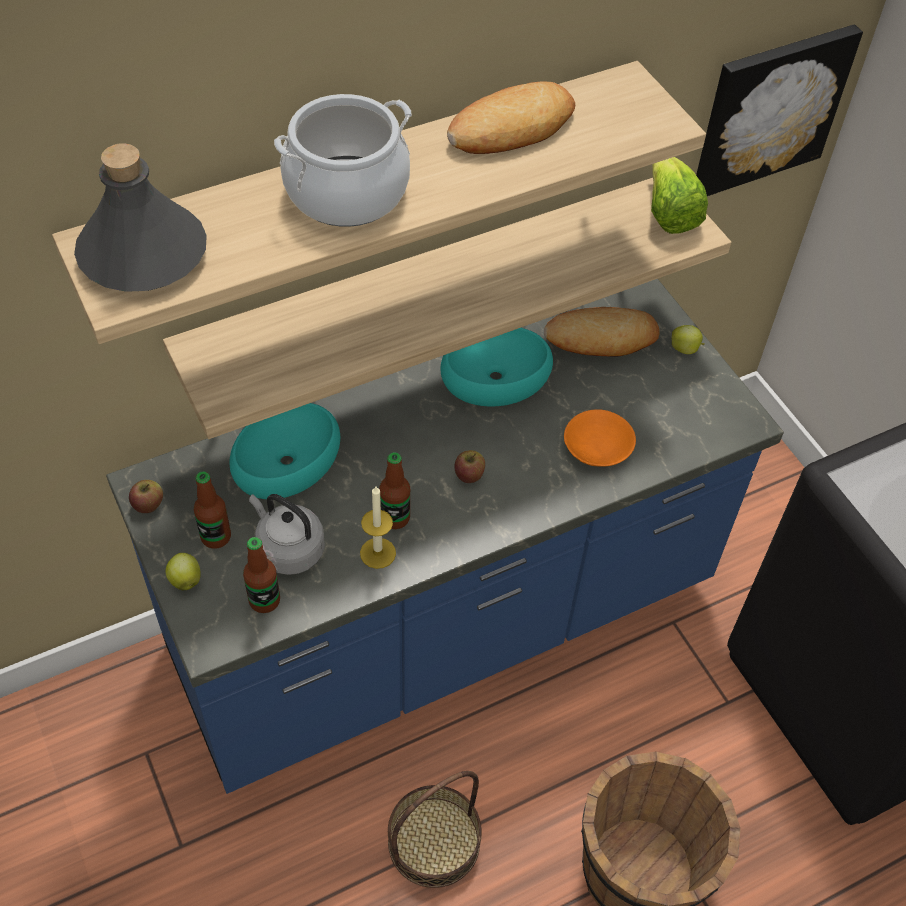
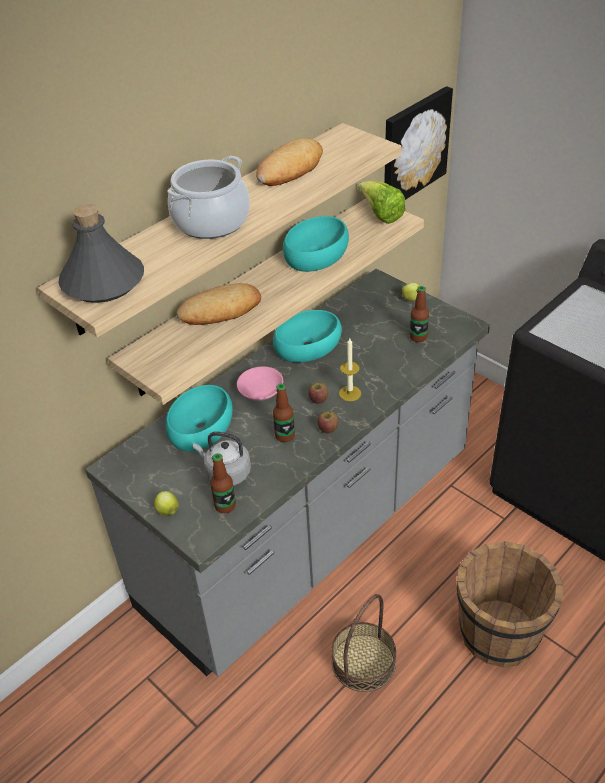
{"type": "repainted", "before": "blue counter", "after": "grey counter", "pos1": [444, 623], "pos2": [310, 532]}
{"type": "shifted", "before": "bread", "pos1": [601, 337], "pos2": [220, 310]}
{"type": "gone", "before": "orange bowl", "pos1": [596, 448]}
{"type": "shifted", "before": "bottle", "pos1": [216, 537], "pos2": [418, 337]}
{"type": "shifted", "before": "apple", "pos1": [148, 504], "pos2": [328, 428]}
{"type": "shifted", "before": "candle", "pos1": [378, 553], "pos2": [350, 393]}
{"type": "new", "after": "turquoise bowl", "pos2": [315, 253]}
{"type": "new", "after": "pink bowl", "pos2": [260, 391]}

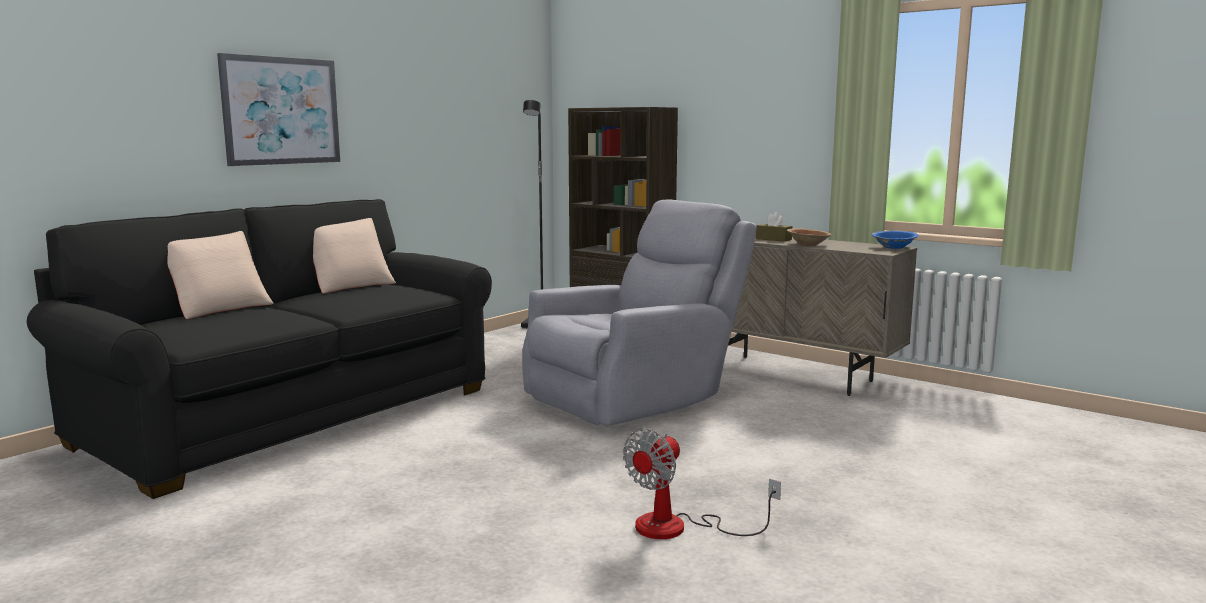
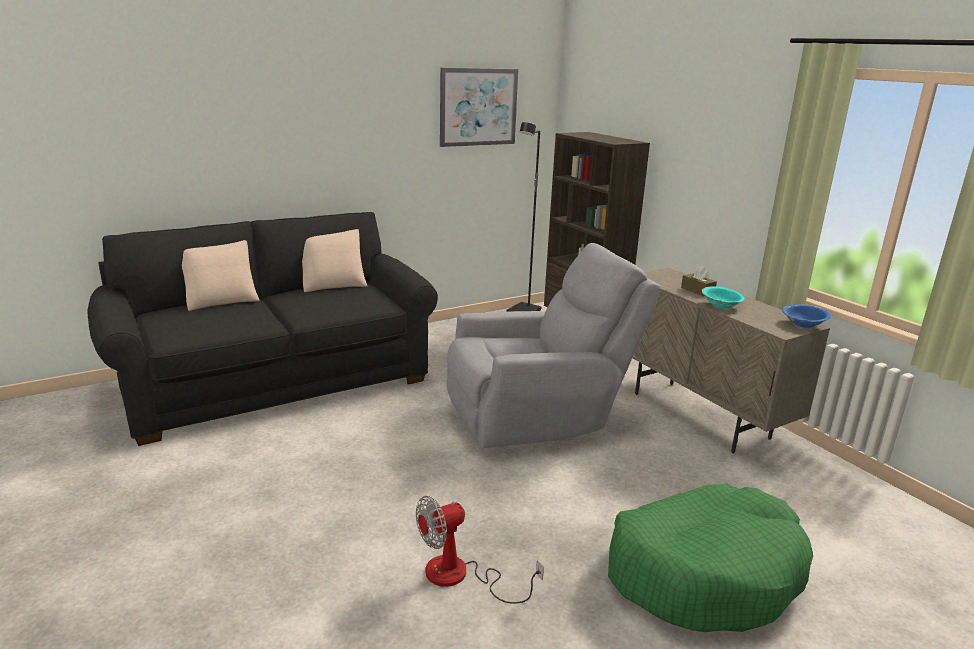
{"type": "shifted", "before": "picture", "pos1": [281, 111], "pos2": [478, 107]}
{"type": "repainted", "before": "brown bowl", "after": "turquoise bowl", "pos1": [808, 244], "pos2": [720, 305]}
{"type": "new", "after": "green dog bed", "pos2": [704, 572]}

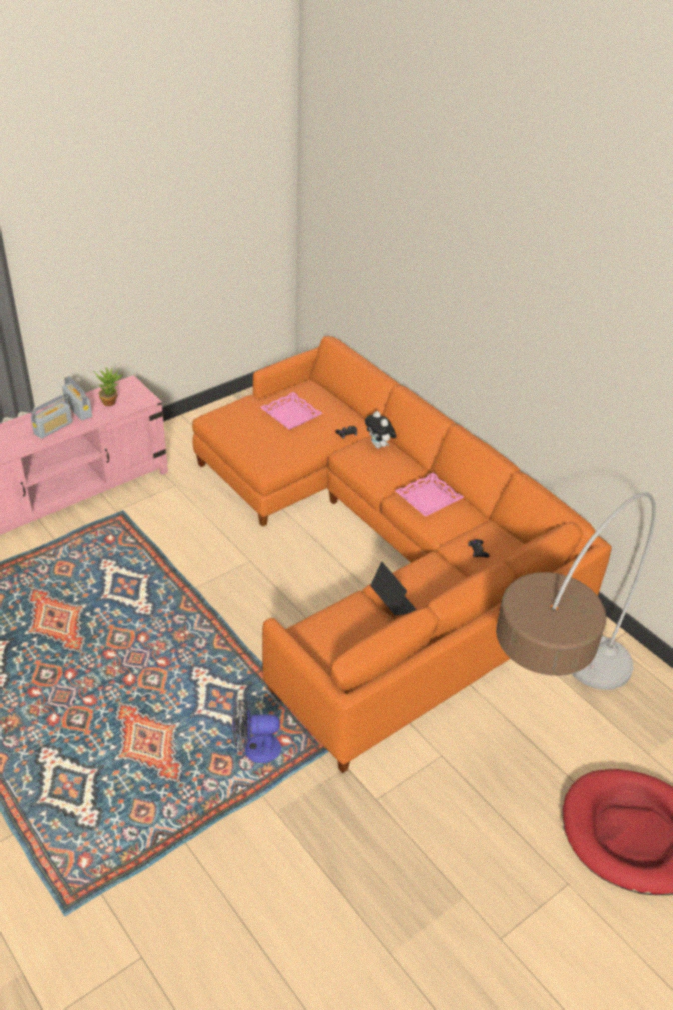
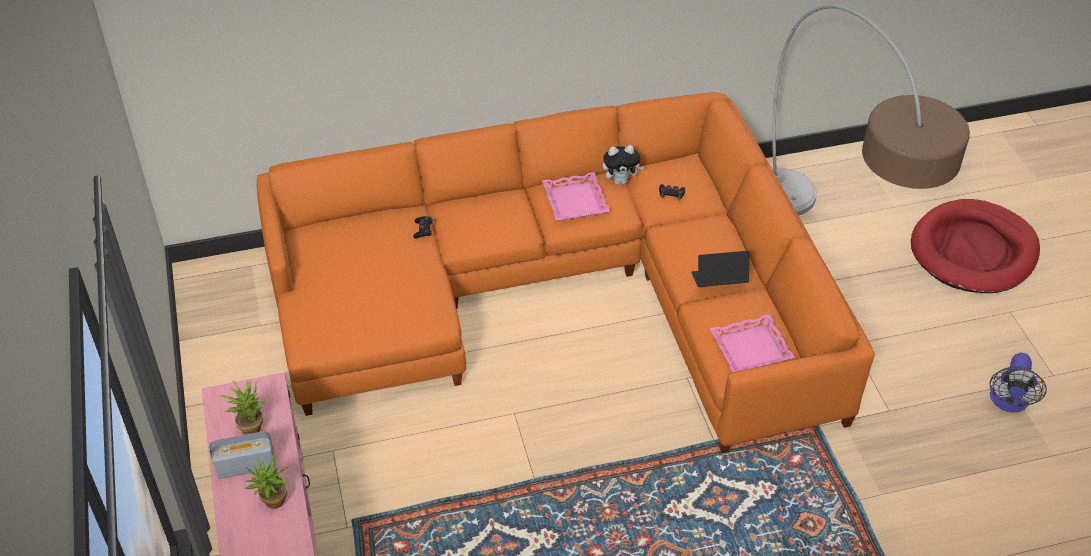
{"type": "shifted", "before": "pink tray", "pos1": [290, 415], "pos2": [751, 349]}
{"type": "swapped", "before": "radio", "after": "potted plant", "pos1": [53, 428], "pos2": [273, 504]}
{"type": "shifted", "before": "plush toy", "pos1": [379, 446], "pos2": [621, 181]}
{"type": "shifted", "before": "fan", "pos1": [255, 749], "pos2": [1008, 403]}

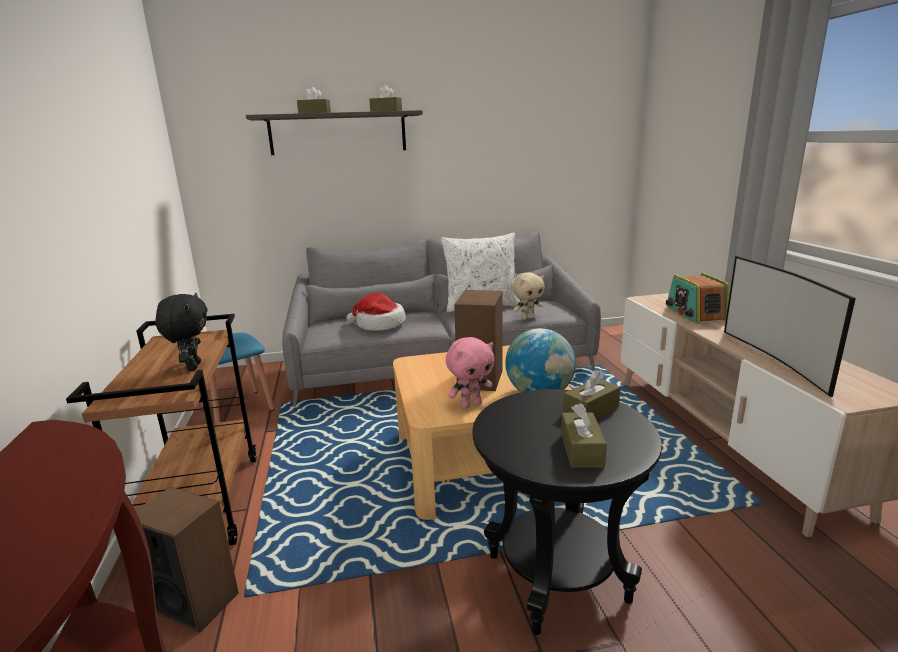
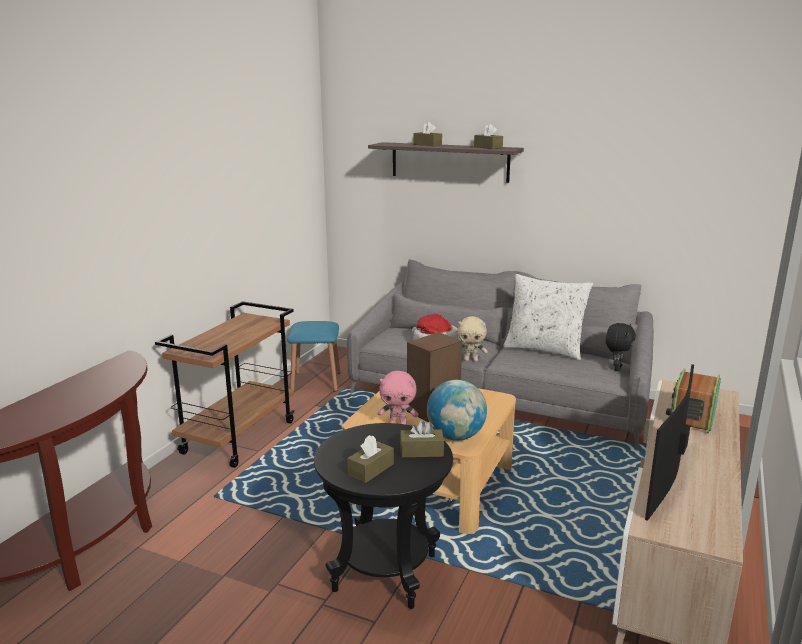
{"type": "shifted", "before": "beige plush toy", "pos1": [527, 318], "pos2": [471, 360]}
{"type": "shifted", "before": "black plush toy", "pos1": [192, 367], "pos2": [616, 368]}
{"type": "gone", "before": "speaker", "pos1": [196, 601]}

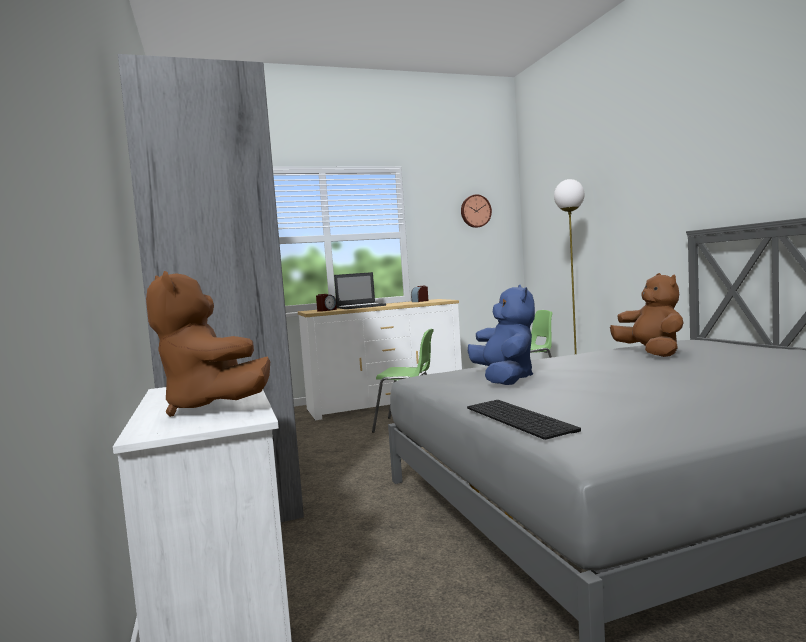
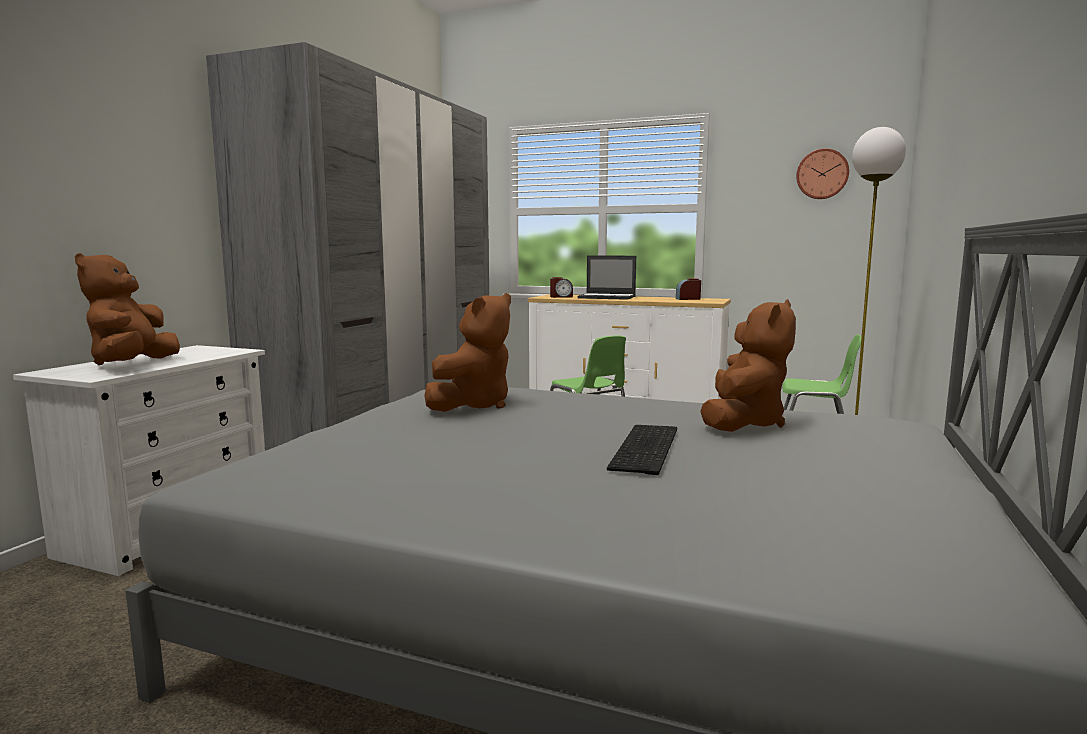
{"type": "repainted", "before": "blue plush toy", "after": "brown plush toy", "pos1": [504, 379], "pos2": [474, 406]}
{"type": "shifted", "before": "keyboard", "pos1": [521, 418], "pos2": [648, 449]}

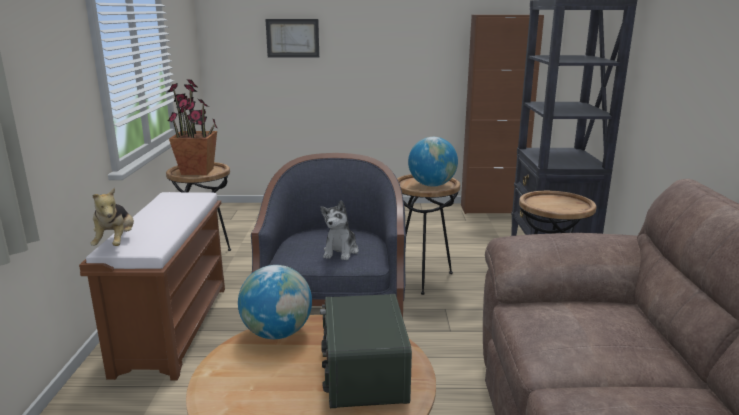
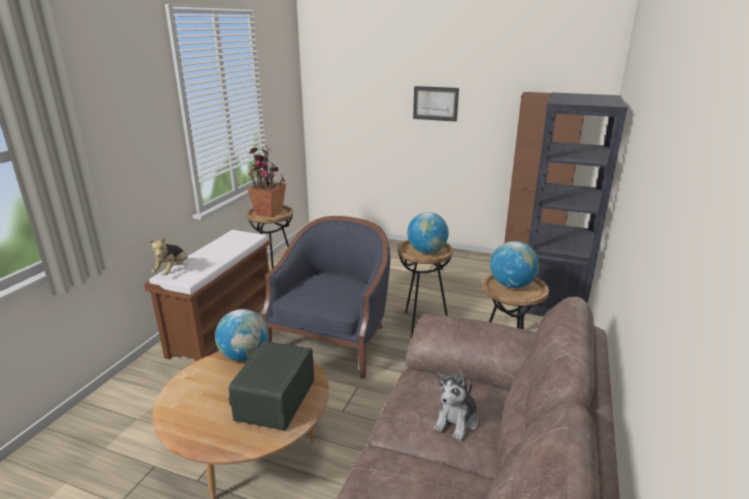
{"type": "shifted", "before": "picture", "pos1": [292, 38], "pos2": [435, 103]}
{"type": "shifted", "before": "plush toy", "pos1": [341, 251], "pos2": [457, 421]}
{"type": "new", "after": "globe", "pos2": [511, 285]}

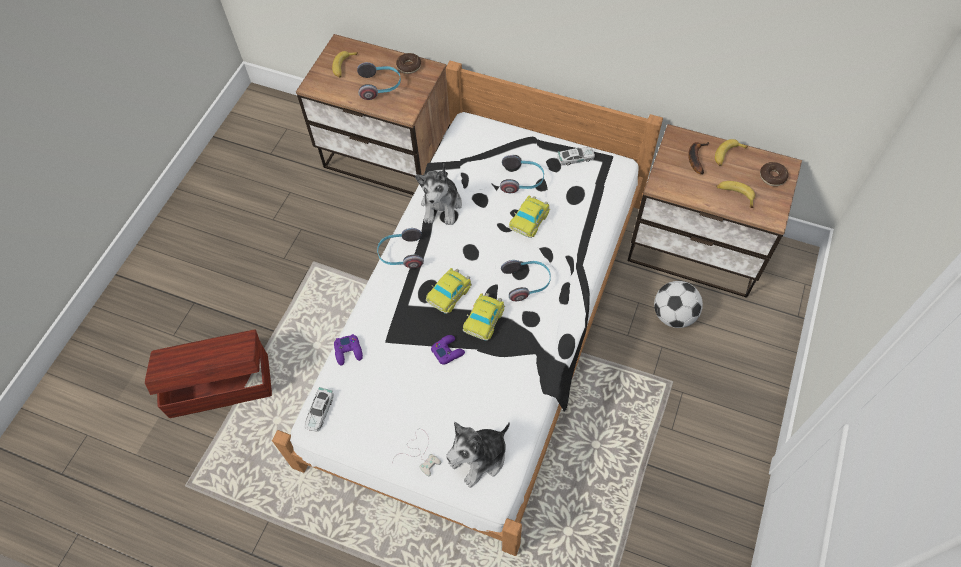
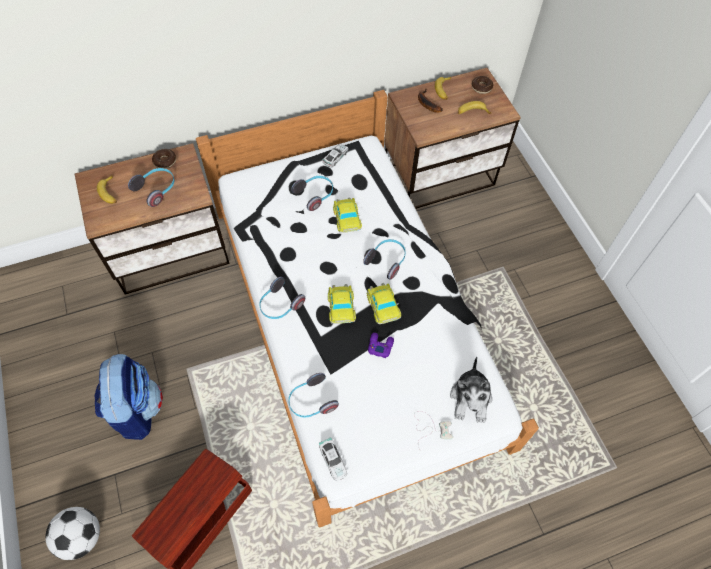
{"type": "gone", "before": "plush toy", "pos1": [441, 205]}
{"type": "shifted", "before": "football", "pos1": [673, 315], "pos2": [81, 536]}
{"type": "swapped", "before": "purple game controller", "after": "headphones", "pos1": [348, 351], "pos2": [311, 401]}
{"type": "new", "after": "backpack", "pos2": [136, 409]}

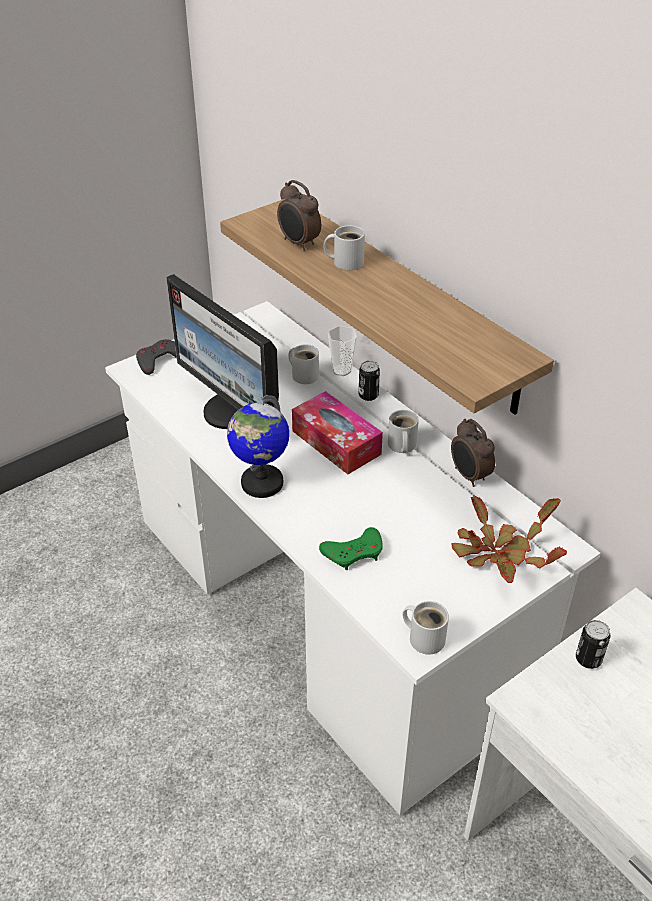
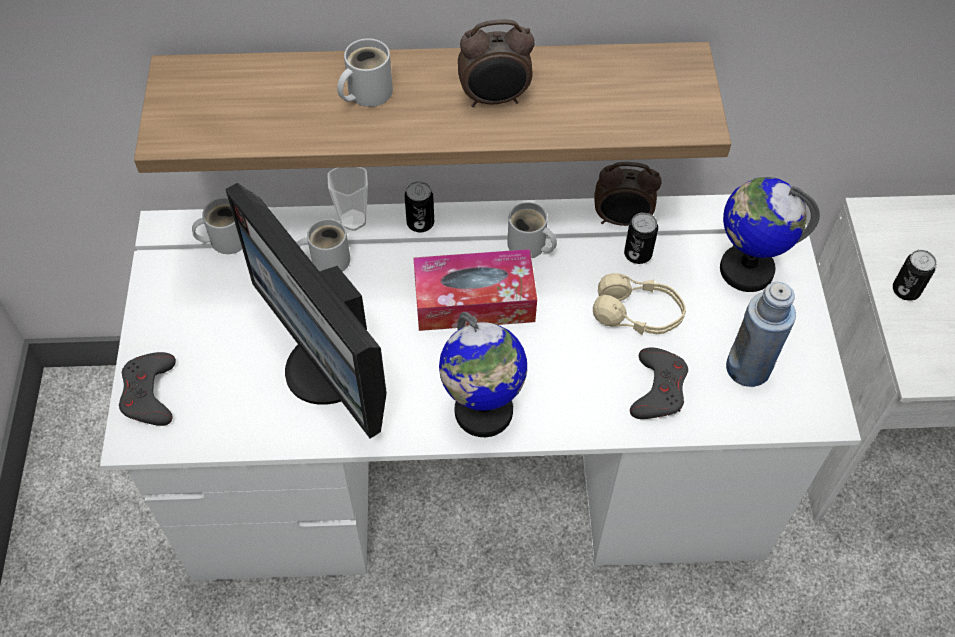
{"type": "shifted", "before": "alarm clock", "pos1": [298, 243], "pos2": [495, 99]}
{"type": "rotated", "before": "monitor", "pos1": [233, 411], "pos2": [329, 369], "turn": 60}
{"type": "swapped", "before": "potted plant", "after": "globe", "pos1": [498, 553], "pos2": [746, 269]}
{"type": "repainted", "before": "green game controller", "after": "grey game controller", "pos1": [354, 552], "pos2": [658, 389]}
{"type": "shifted", "before": "white mug", "pos1": [425, 637], "pos2": [225, 239]}
{"type": "new", "after": "can", "pos2": [637, 254]}
{"type": "new", "after": "beige headphones", "pos2": [637, 314]}
{"type": "new", "after": "blue bottle", "pos2": [748, 368]}

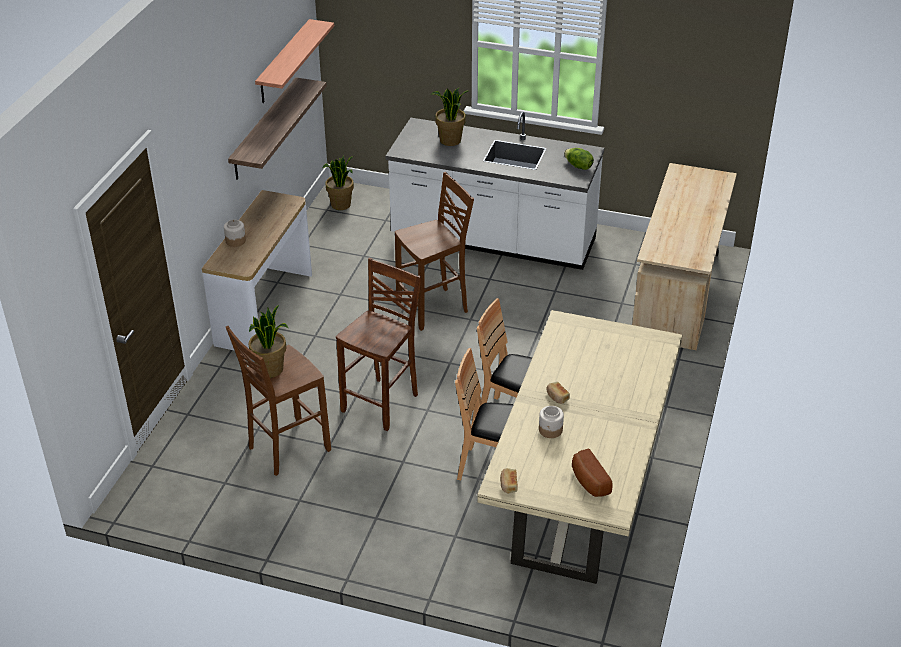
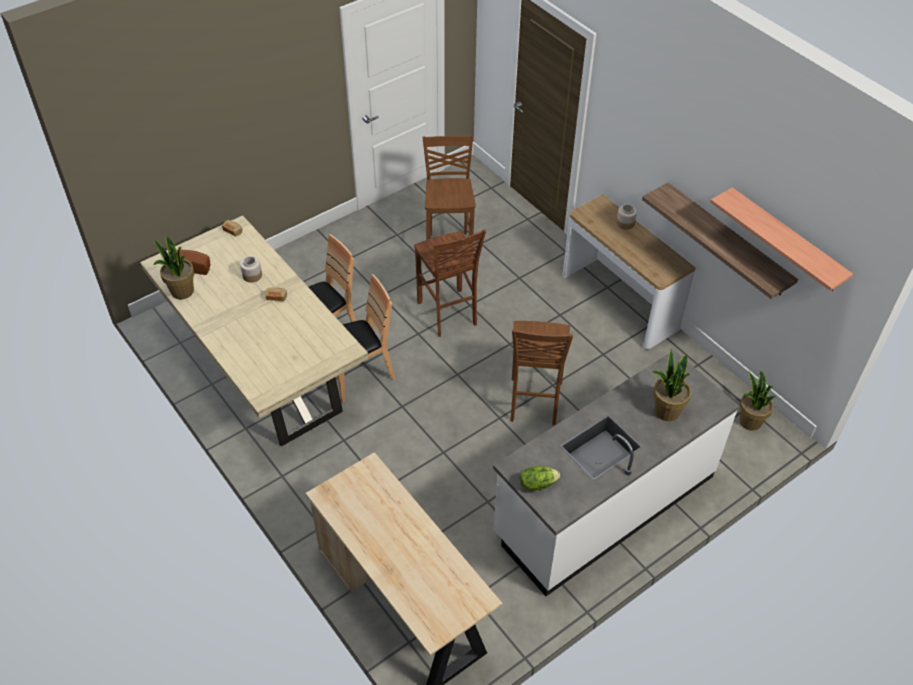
{"type": "shifted", "before": "potted plant", "pos1": [270, 369], "pos2": [182, 291]}

